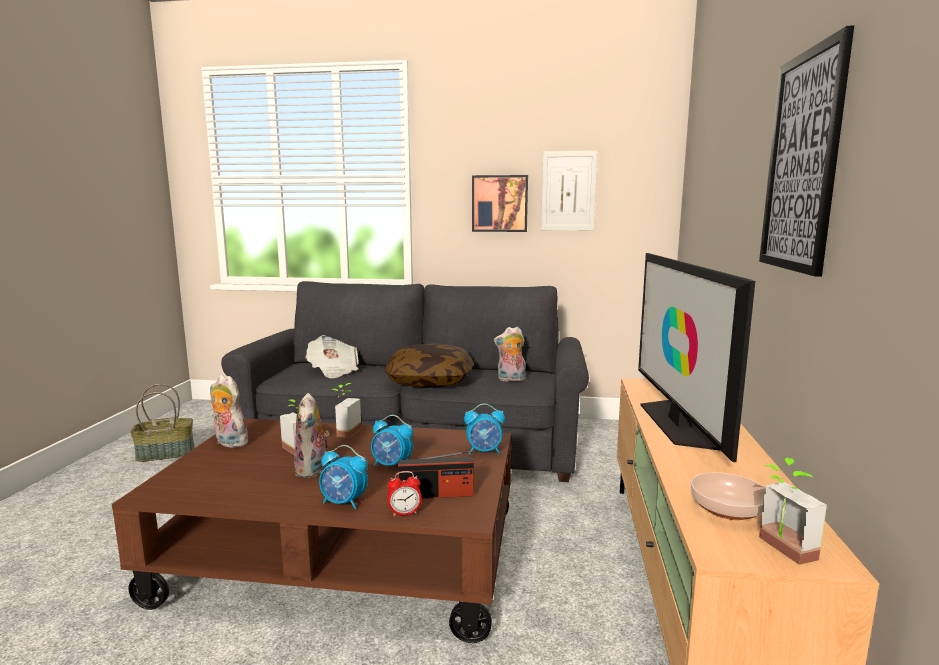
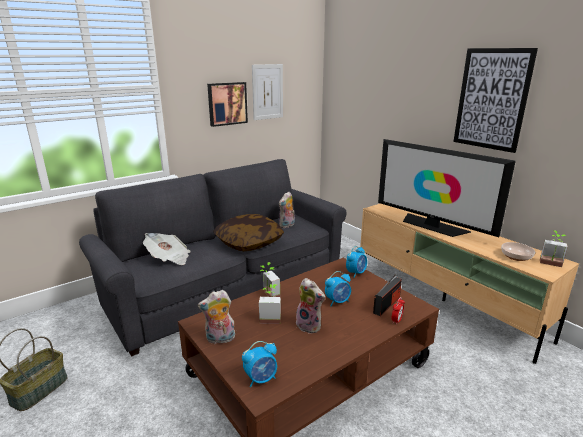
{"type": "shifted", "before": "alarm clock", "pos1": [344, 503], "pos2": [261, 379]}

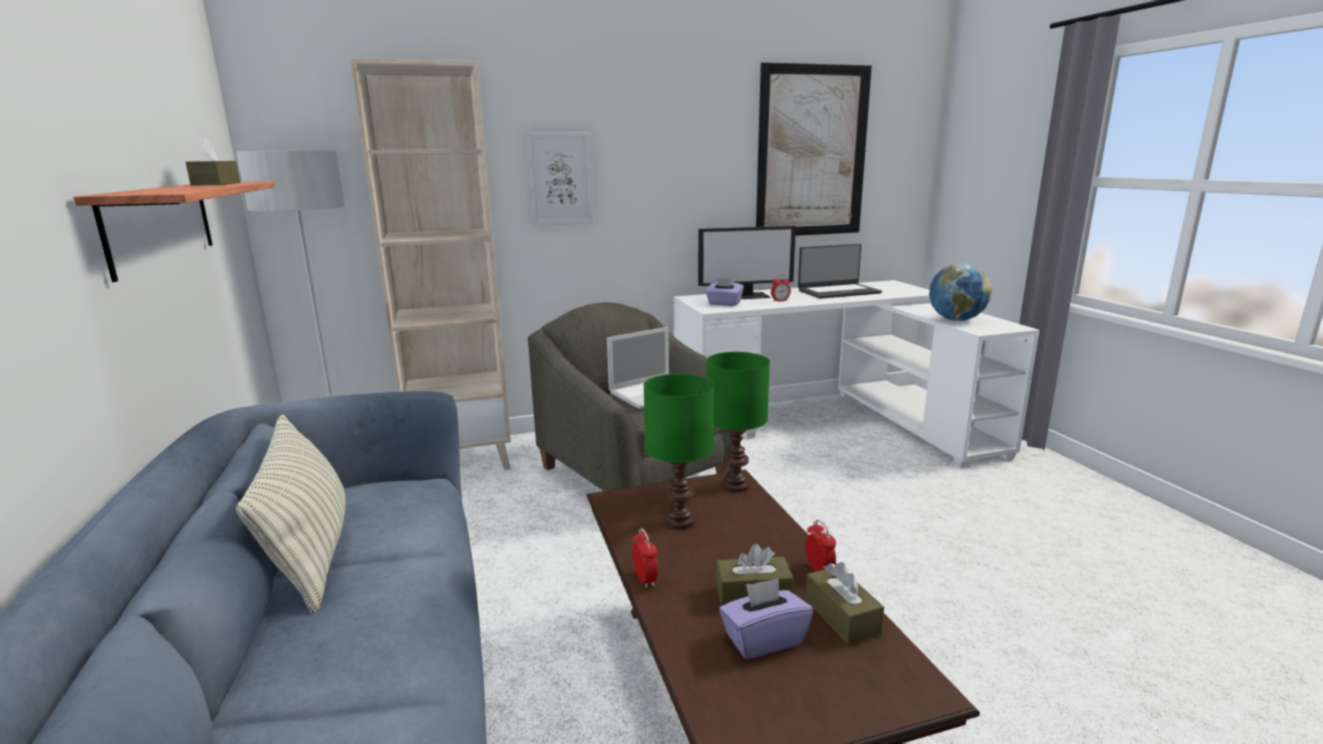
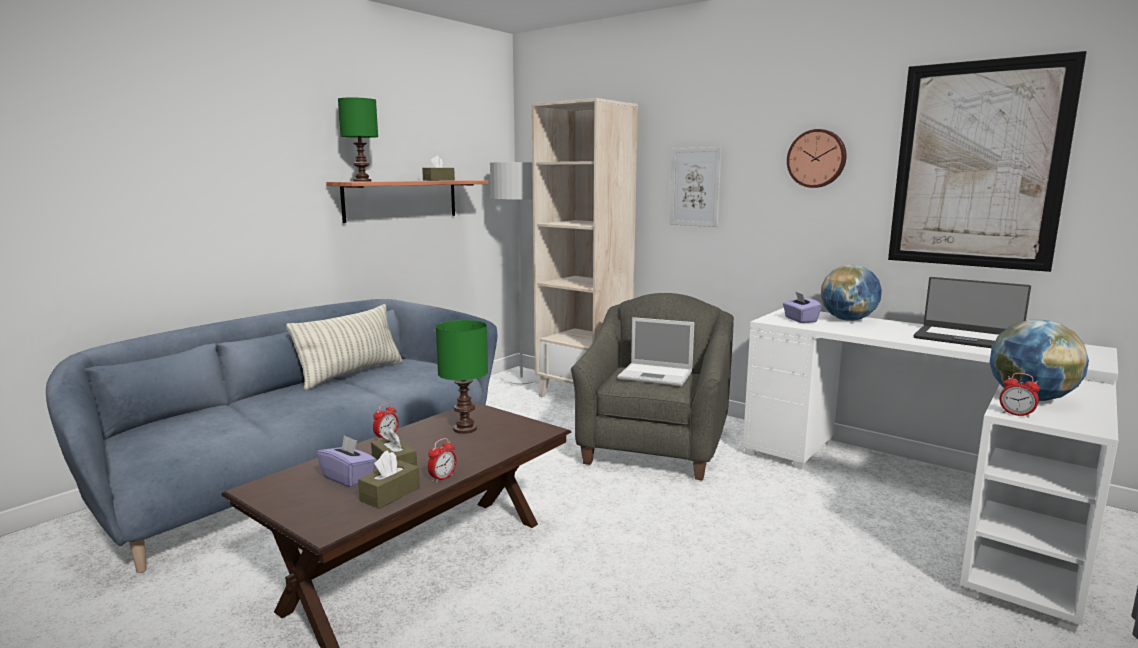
{"type": "swapped", "before": "monitor", "after": "globe", "pos1": [746, 296], "pos2": [848, 320]}
{"type": "shifted", "before": "alarm clock", "pos1": [780, 301], "pos2": [1016, 414]}
{"type": "shifted", "before": "green table lamp", "pos1": [736, 485], "pos2": [362, 181]}
{"type": "new", "after": "wall clock", "pos2": [817, 158]}

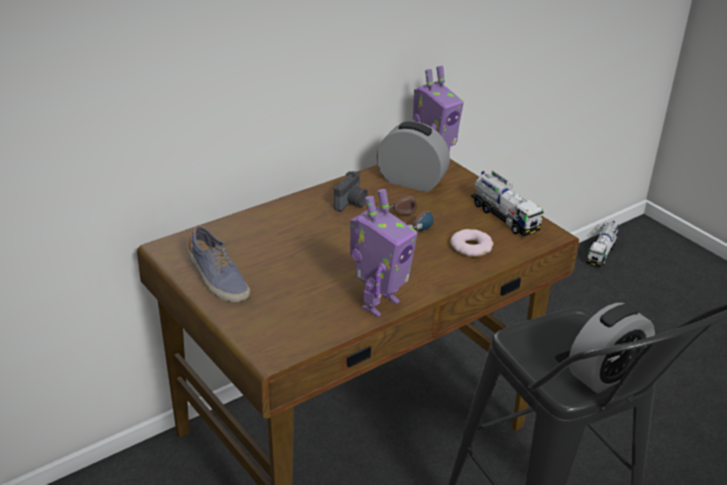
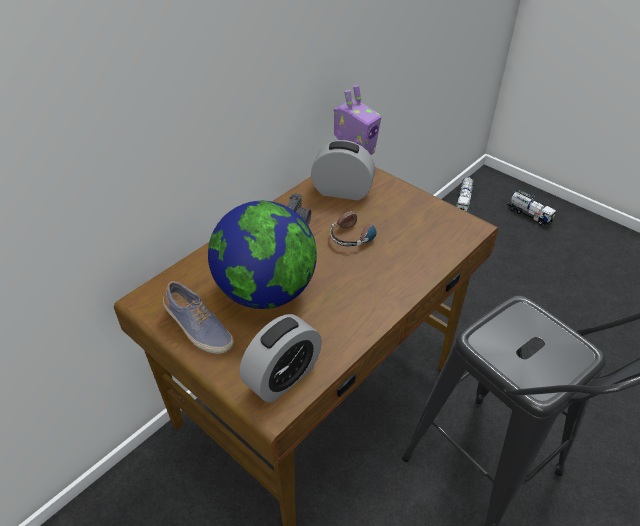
{"type": "shifted", "before": "toy truck", "pos1": [504, 217], "pos2": [529, 215]}
{"type": "gone", "before": "toy robot", "pos1": [378, 303]}
{"type": "gone", "before": "donut", "pos1": [471, 247]}
{"type": "shifted", "before": "alarm clock", "pos1": [605, 374], "pos2": [283, 377]}
{"type": "new", "after": "globe", "pos2": [266, 292]}

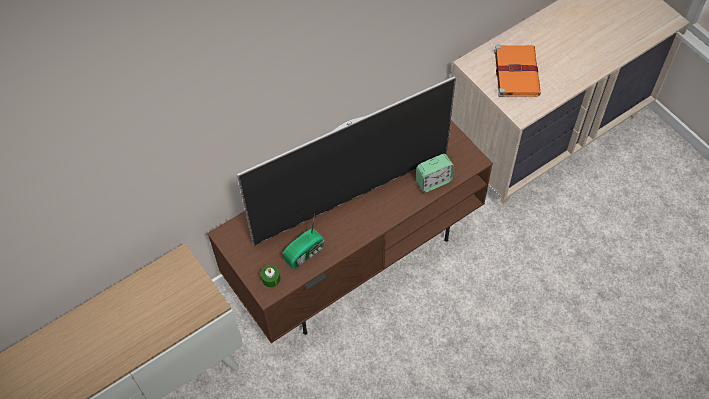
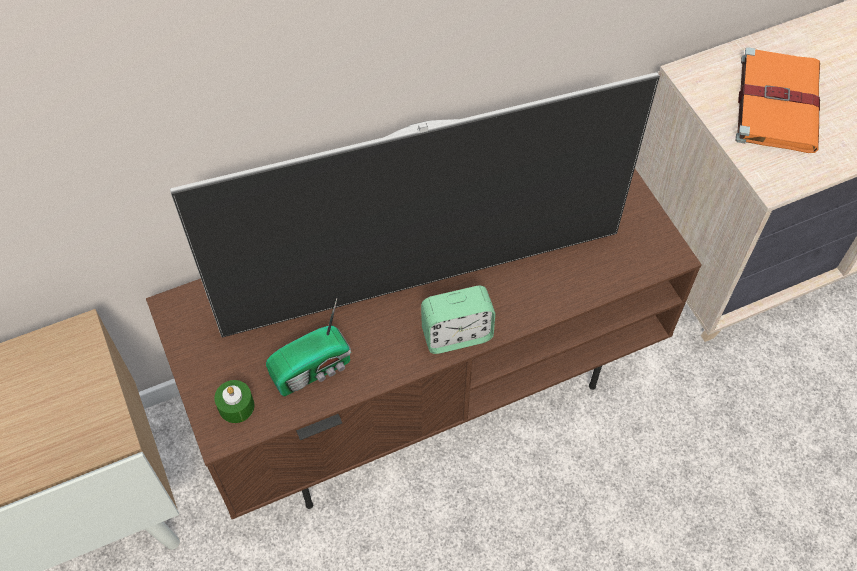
{"type": "shifted", "before": "alarm clock", "pos1": [433, 181], "pos2": [456, 335]}

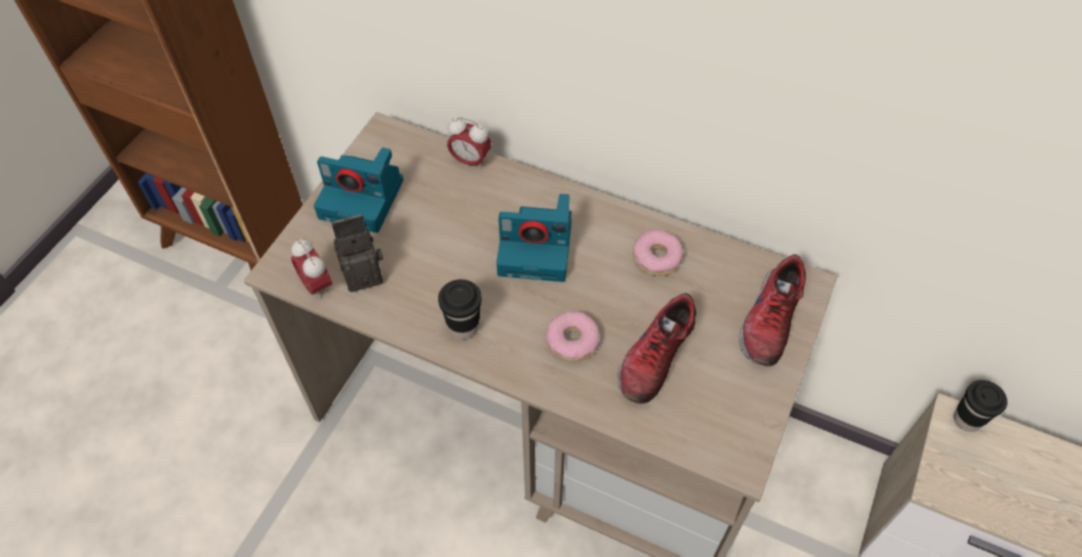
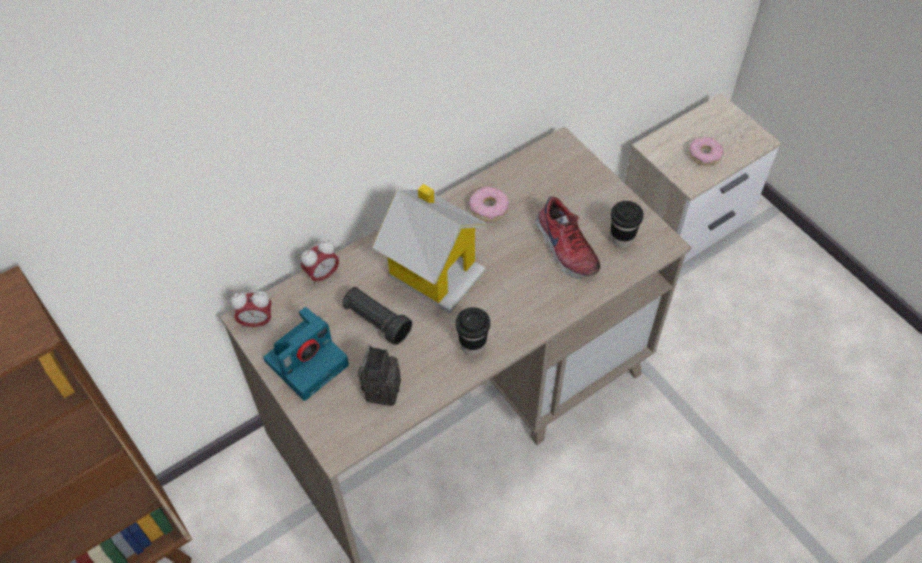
{"type": "swapped", "before": "photo camera", "after": "toy house", "pos1": [537, 248], "pos2": [434, 271]}
{"type": "shifted", "before": "alarm clock", "pos1": [317, 286], "pos2": [256, 322]}
{"type": "gone", "before": "shoe", "pos1": [768, 320]}
{"type": "shifted", "before": "donut", "pos1": [572, 341], "pos2": [704, 154]}
{"type": "shifted", "before": "black cup", "pos1": [966, 420], "pos2": [621, 239]}
{"type": "new", "after": "black flashlight", "pos2": [376, 321]}

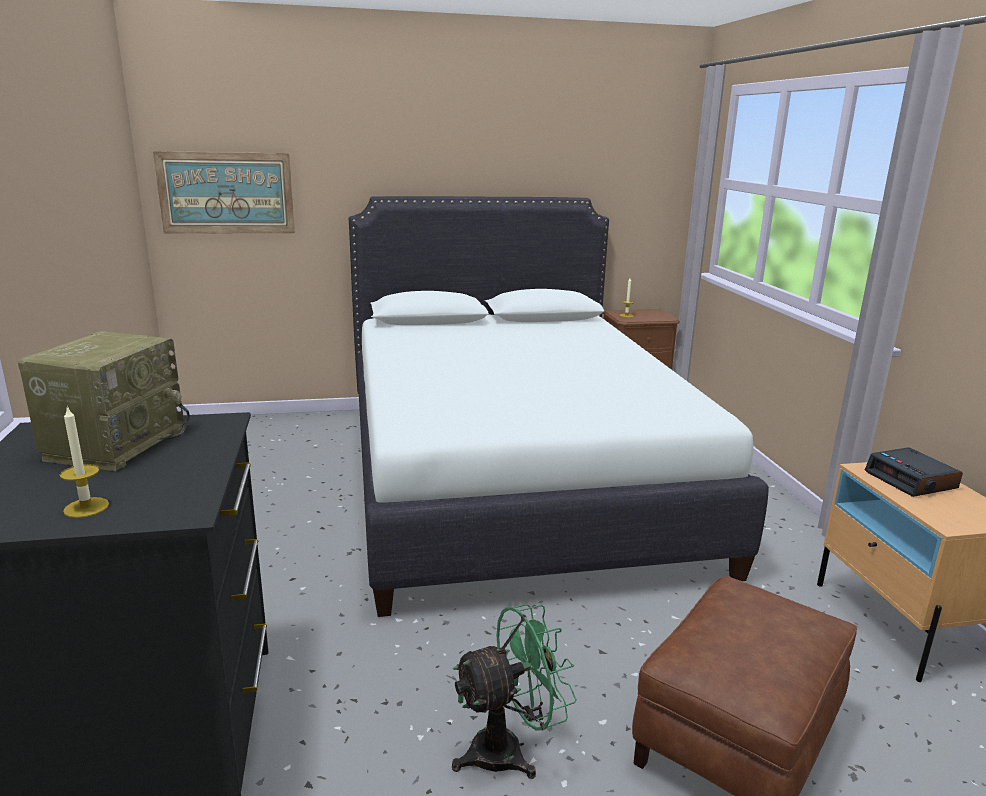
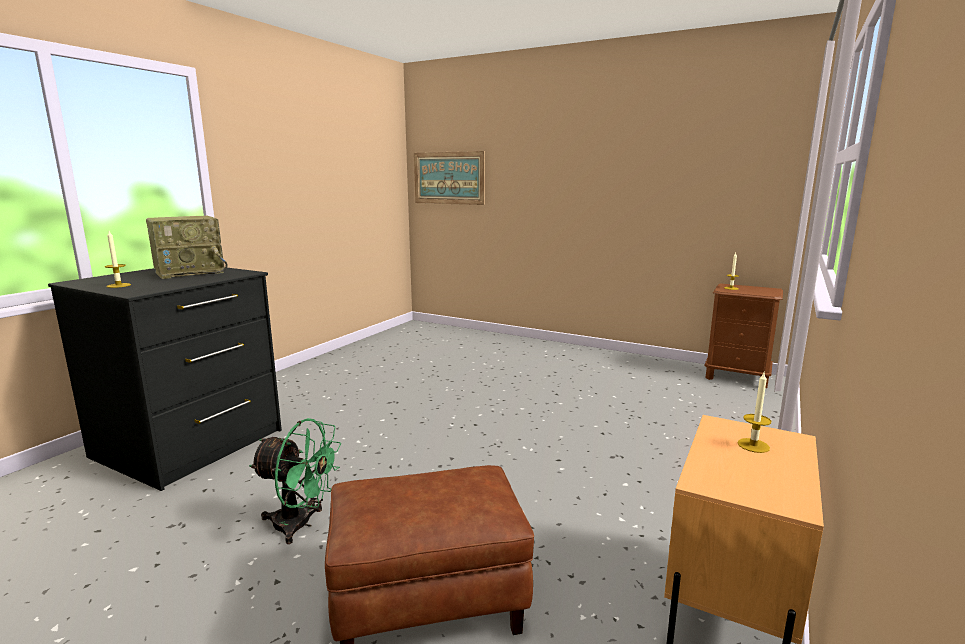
{"type": "gone", "before": "white bed", "pos1": [512, 478]}
{"type": "swapped", "before": "alarm clock", "after": "candle", "pos1": [911, 480], "pos2": [753, 445]}

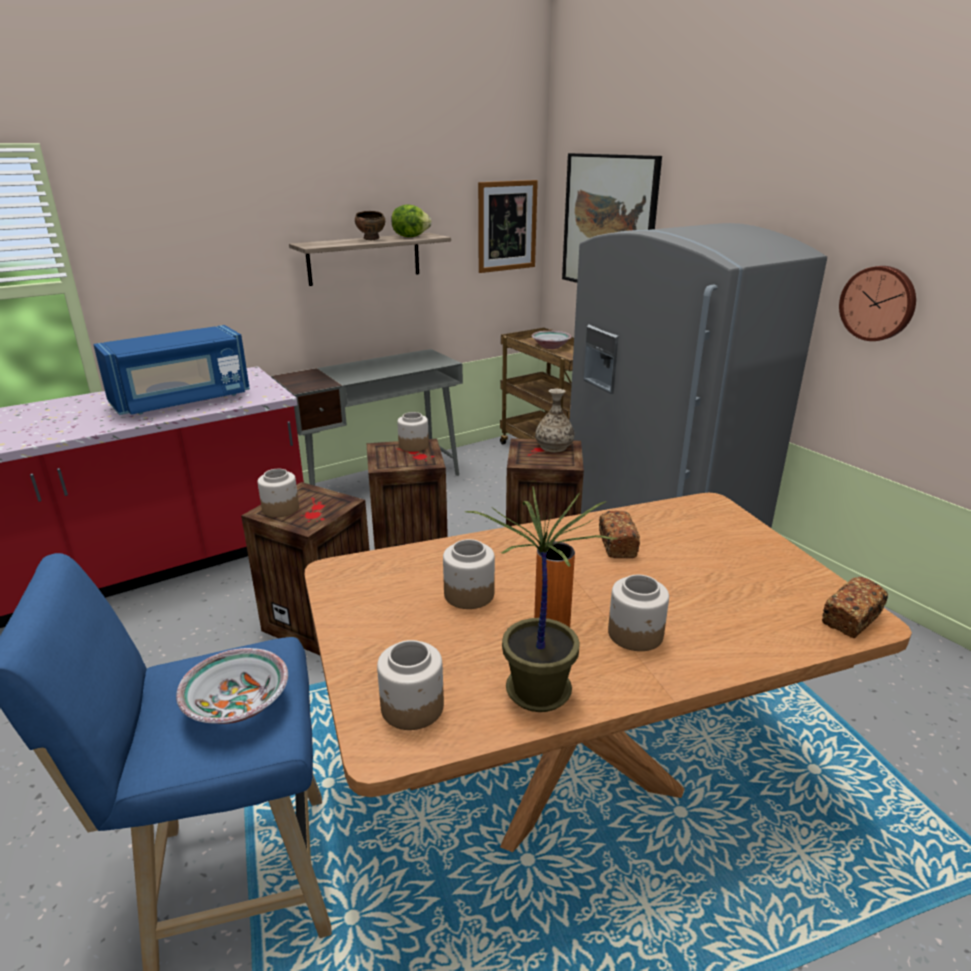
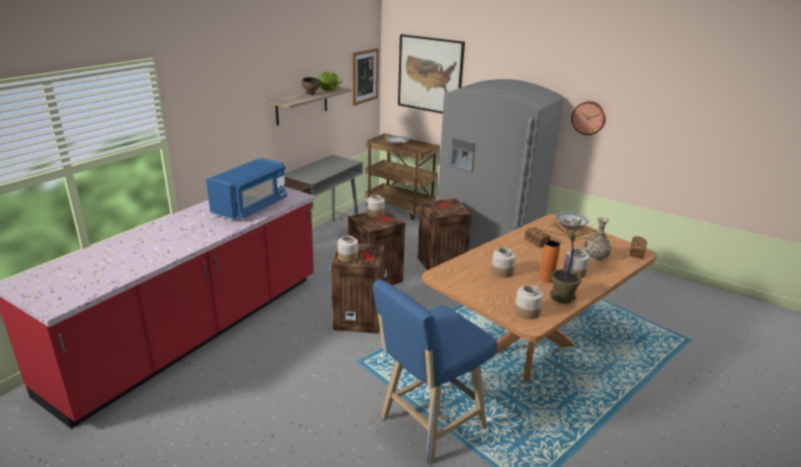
{"type": "shifted", "before": "vase", "pos1": [554, 447], "pos2": [595, 256]}
{"type": "shifted", "before": "bowl", "pos1": [236, 705], "pos2": [570, 227]}

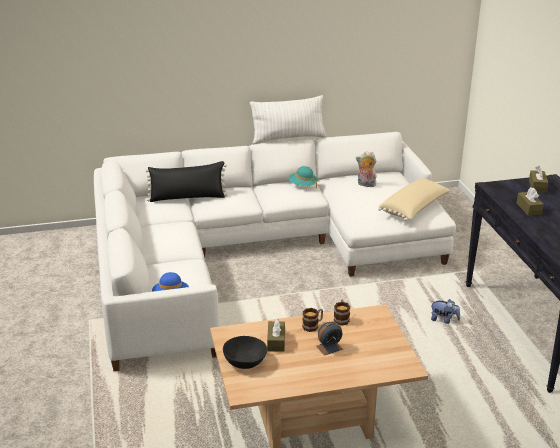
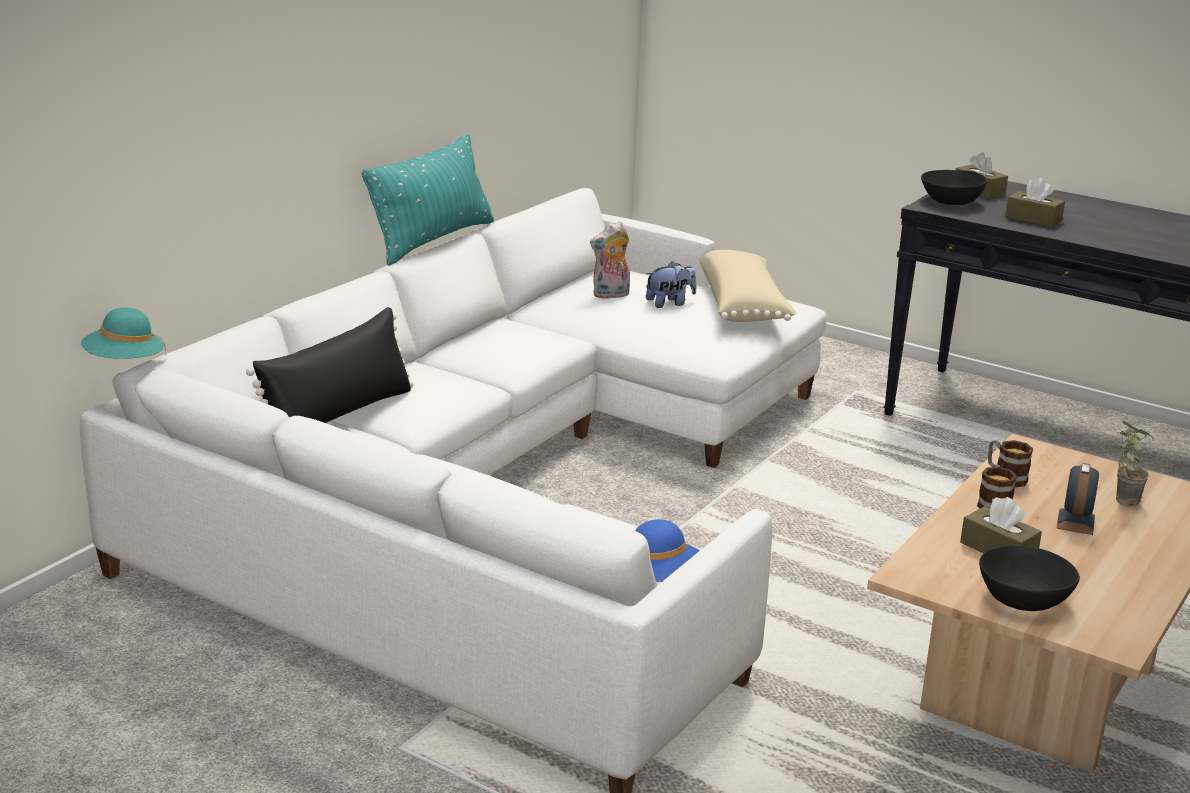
{"type": "repainted", "before": "white pillow", "after": "turquoise pillow", "pos1": [288, 138], "pos2": [432, 240]}
{"type": "shifted", "before": "turquoise hat", "pos1": [302, 185], "pos2": [124, 362]}
{"type": "shifted", "before": "plush toy", "pos1": [444, 320], "pos2": [670, 303]}
{"type": "new", "after": "black bowl", "pos2": [950, 201]}
{"type": "new", "after": "potted plant", "pos2": [1120, 499]}

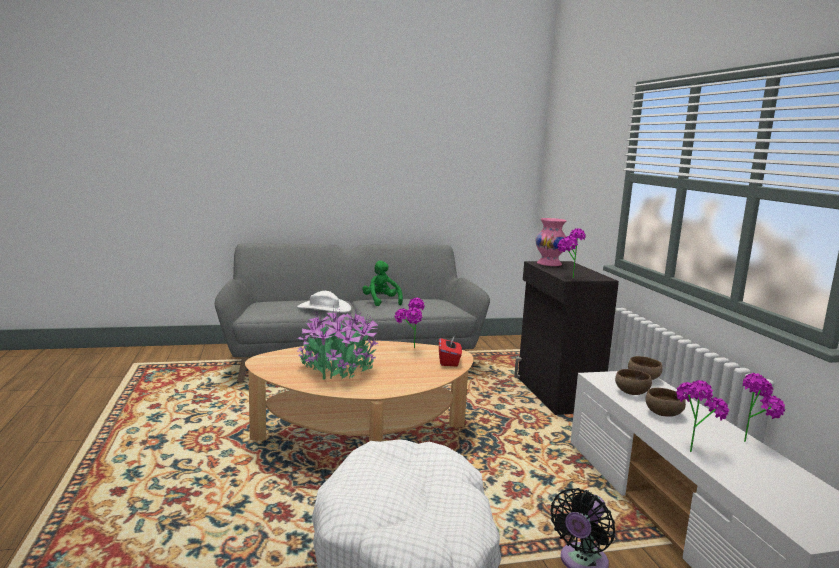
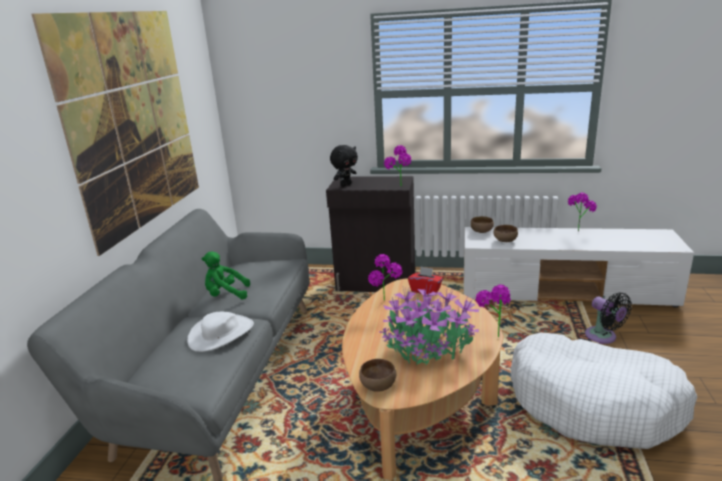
{"type": "swapped", "before": "pink vase", "after": "black plush toy", "pos1": [549, 264], "pos2": [345, 184]}
{"type": "shifted", "before": "potted plant", "pos1": [692, 448], "pos2": [492, 333]}
{"type": "shifted", "before": "brown bowl", "pos1": [663, 413], "pos2": [377, 385]}
{"type": "new", "after": "picture", "pos2": [134, 121]}

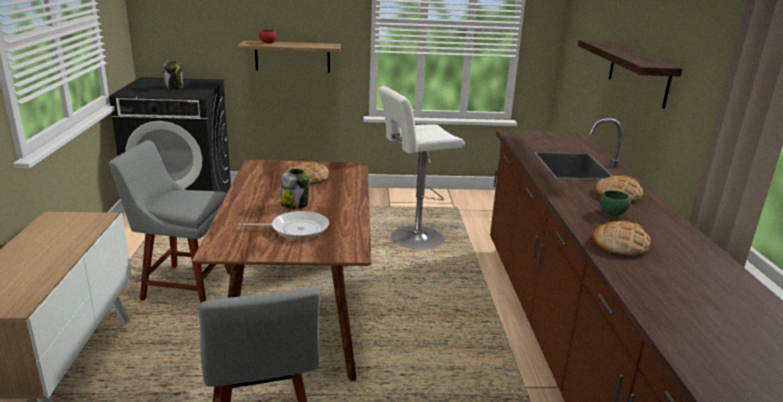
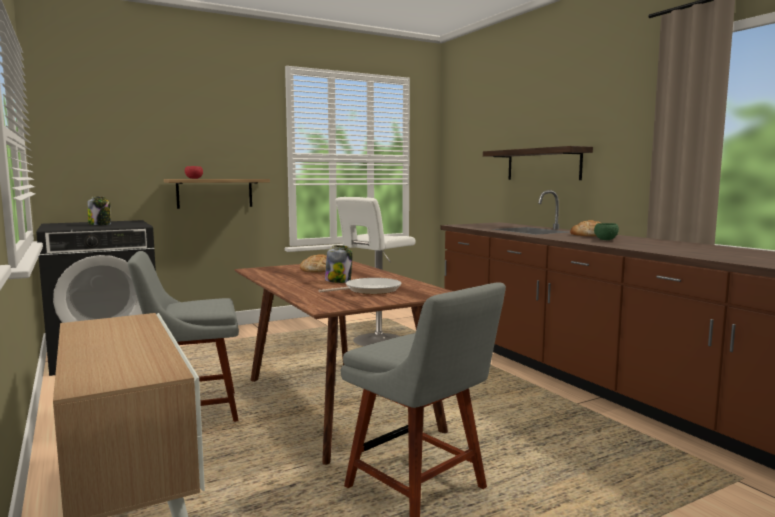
{"type": "gone", "before": "bread", "pos1": [619, 244]}

